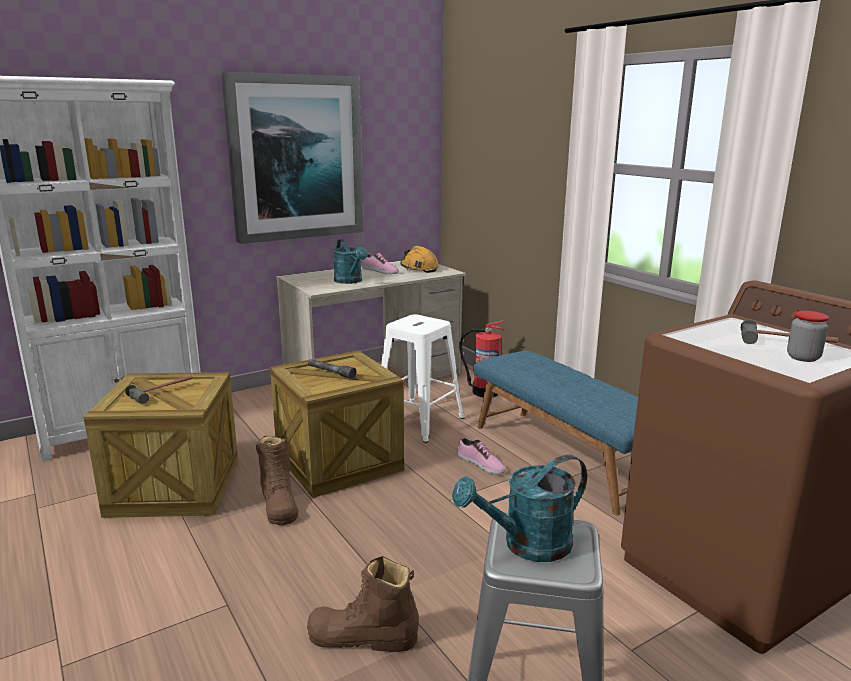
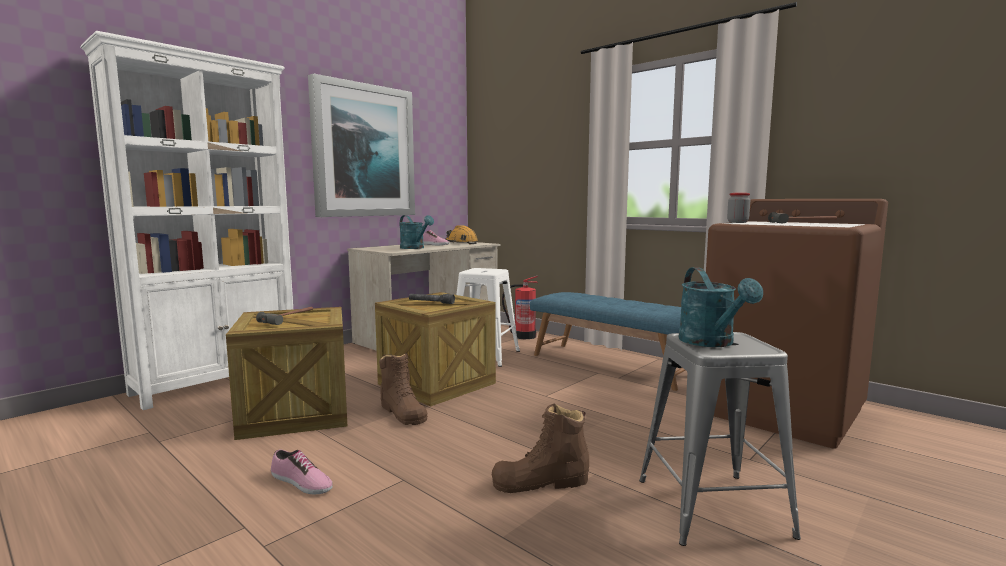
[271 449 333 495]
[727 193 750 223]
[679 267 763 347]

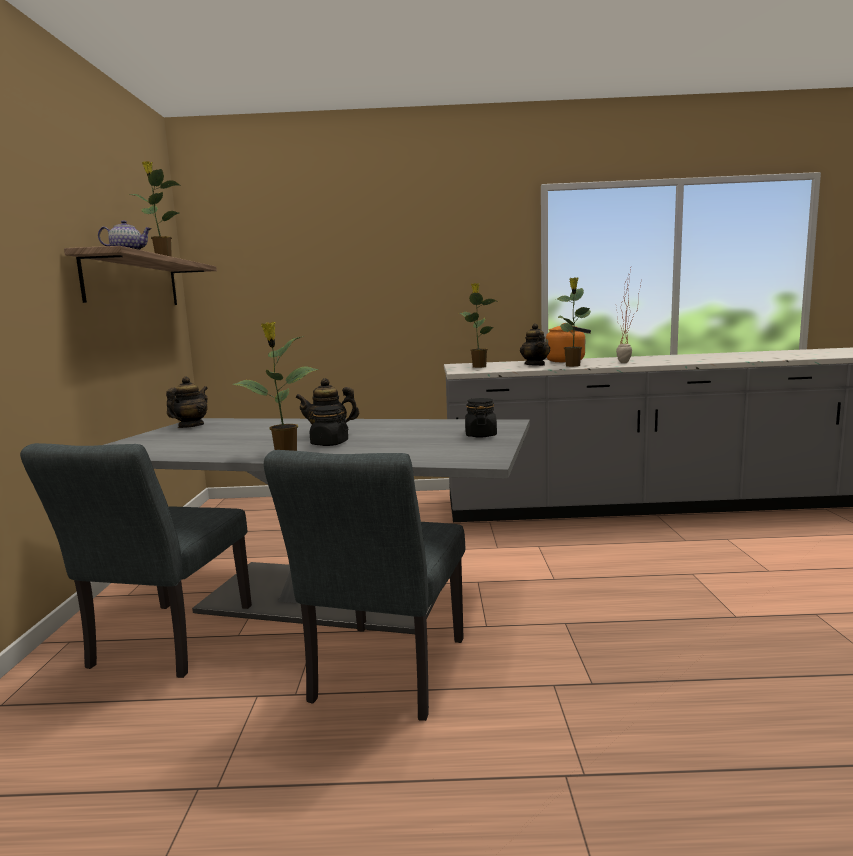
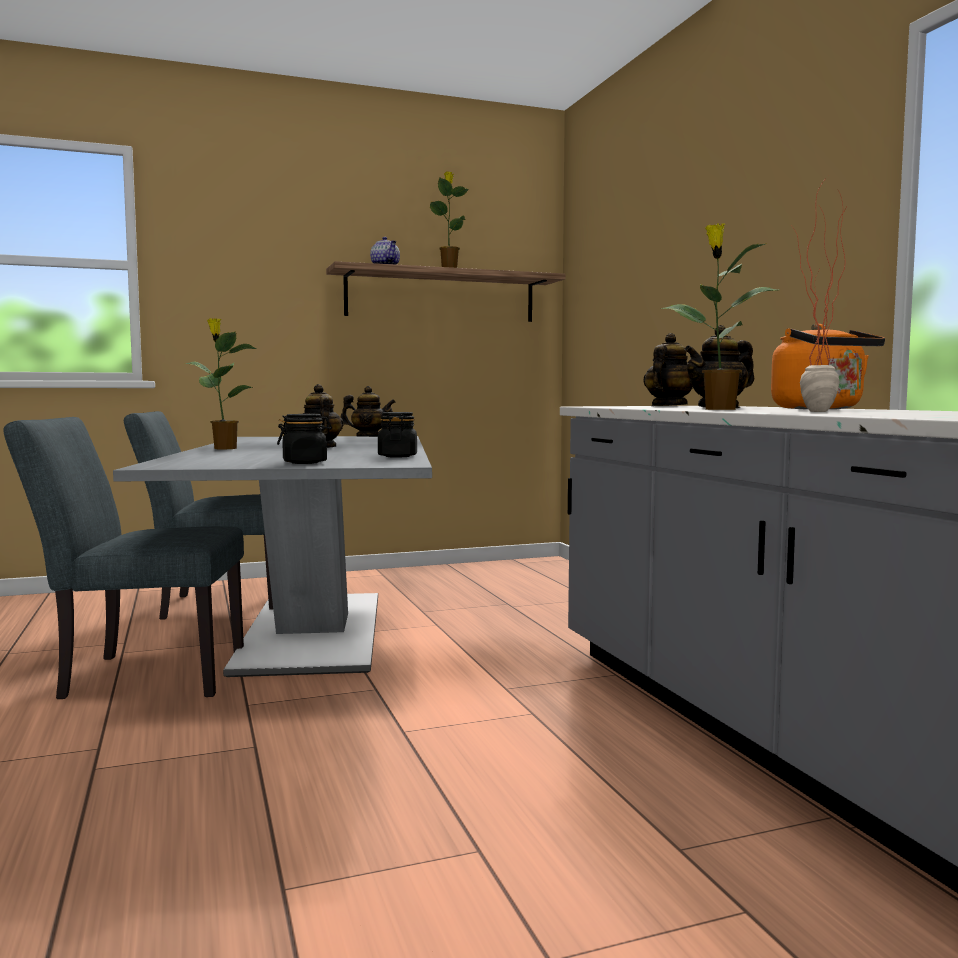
[378 412 417 458]
[643 333 693 406]

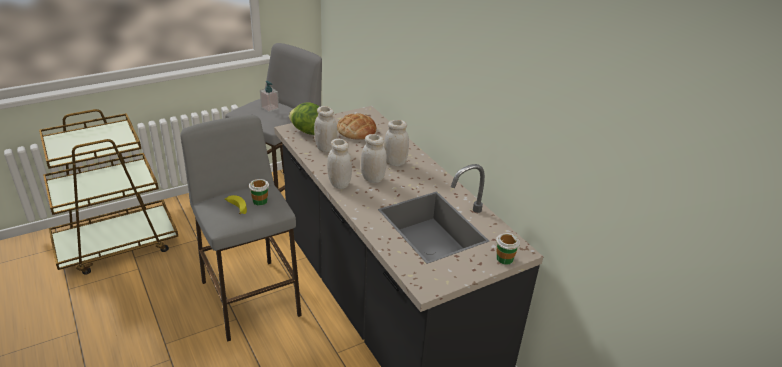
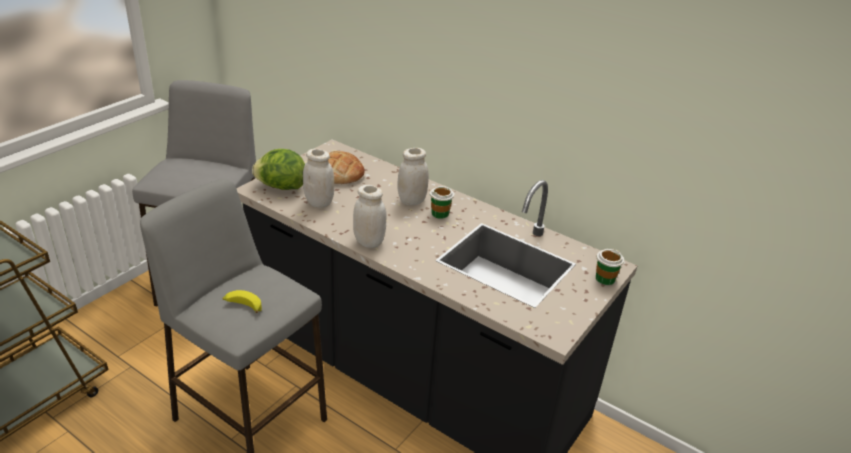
[260 81 279 112] (first image)
[361 134 387 183] (first image)
[430 186 454 219]

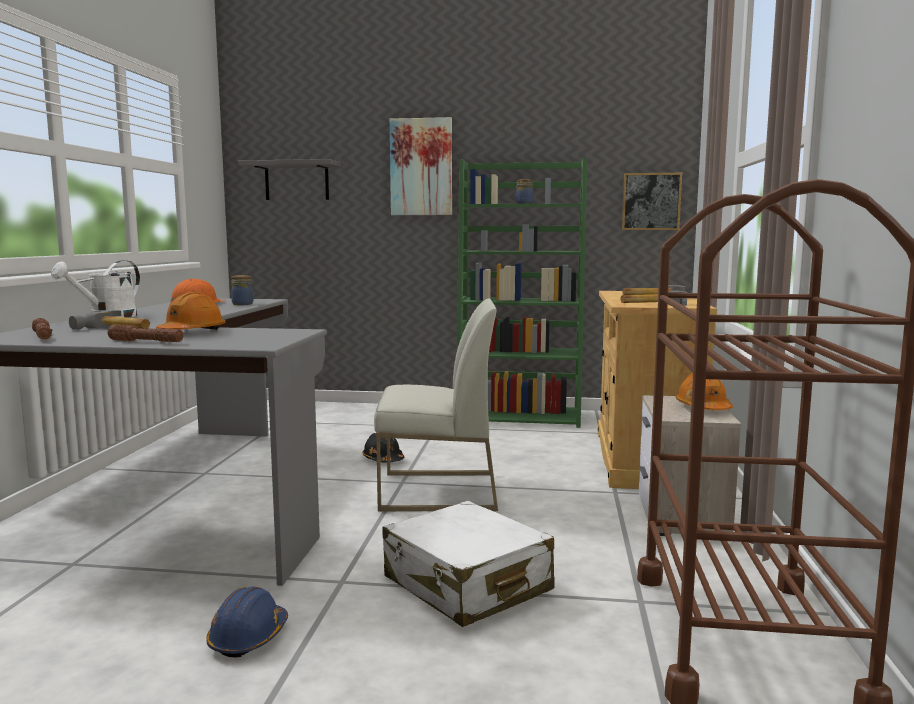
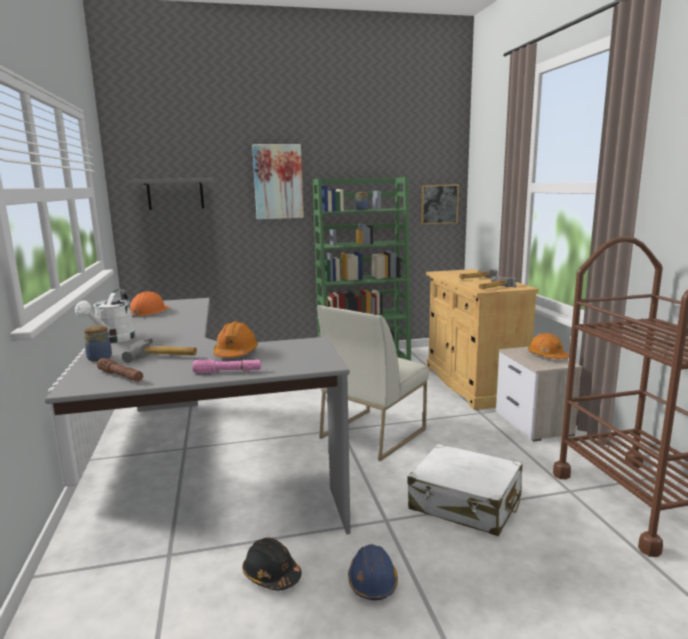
[84 326 112 362]
[242 537 302 591]
[192 360 261 373]
[317 305 429 461]

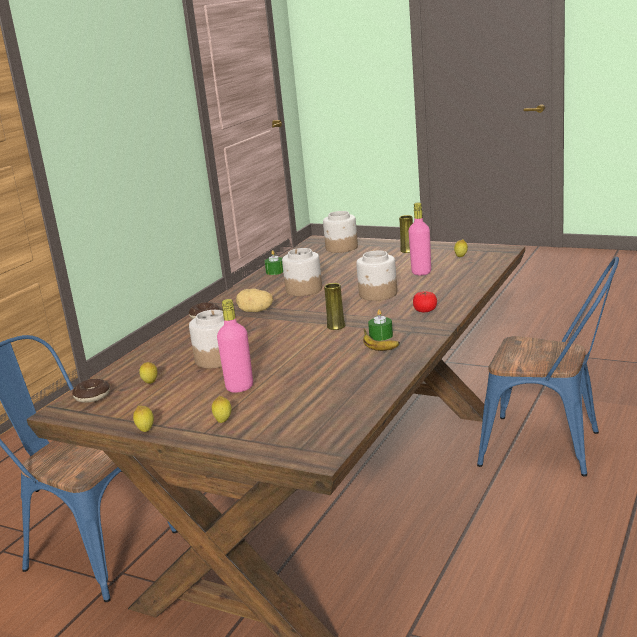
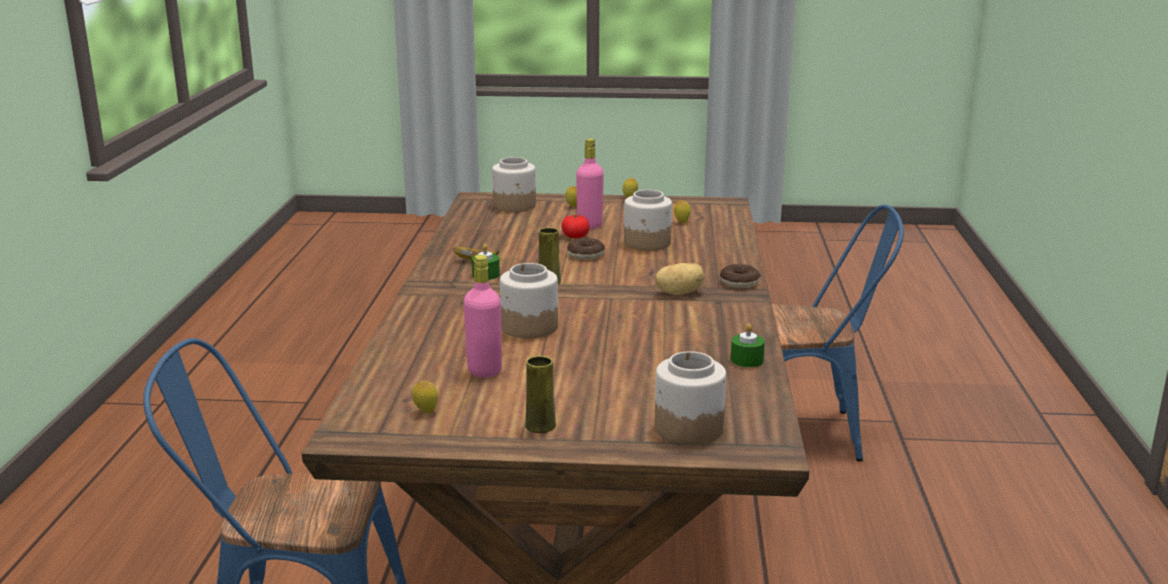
[567 238 605 260]
[492 157 536 212]
[562 214 590 238]

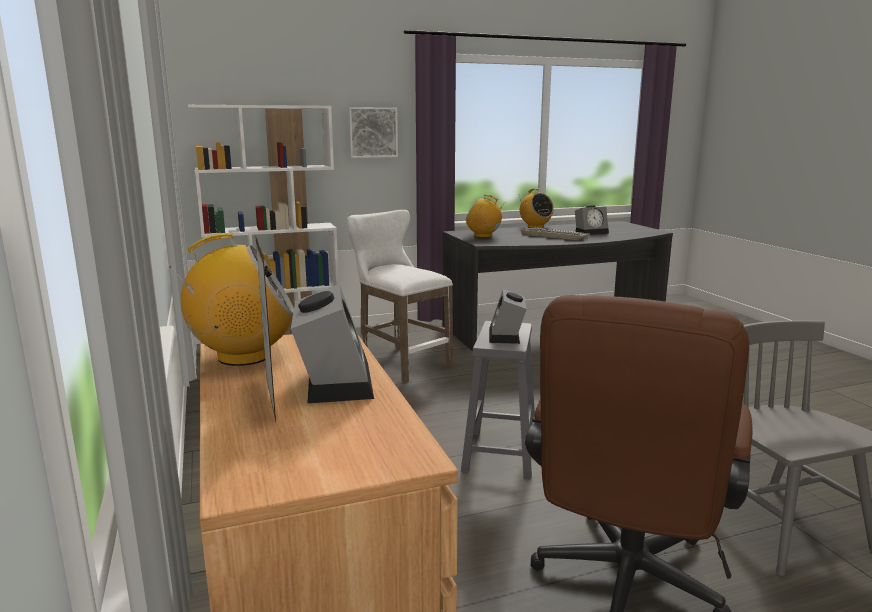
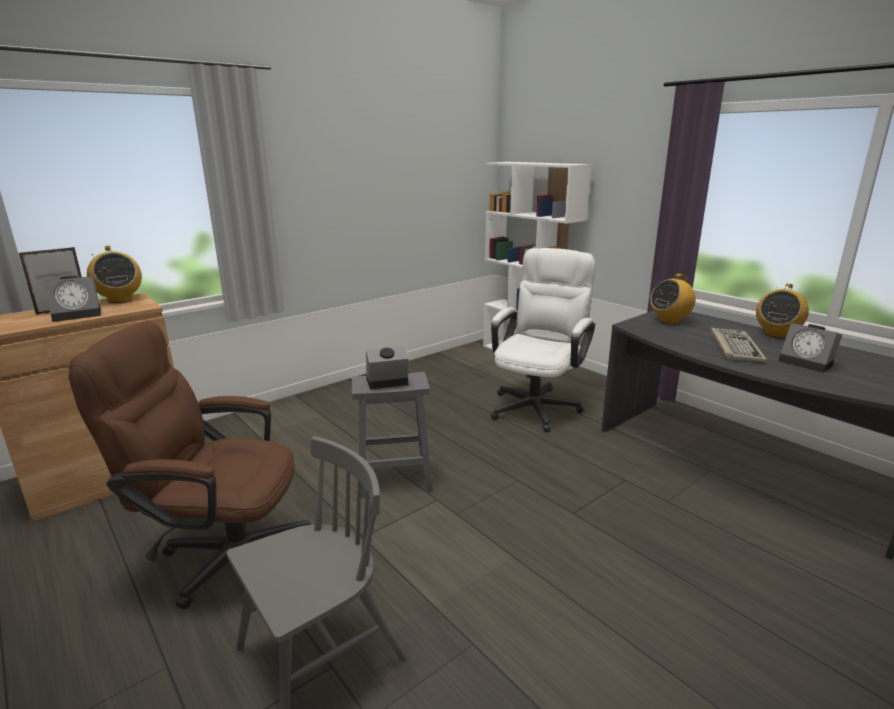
[348 107 398 158] (first image)
[490 248 596 432]
[650 274 696 325]

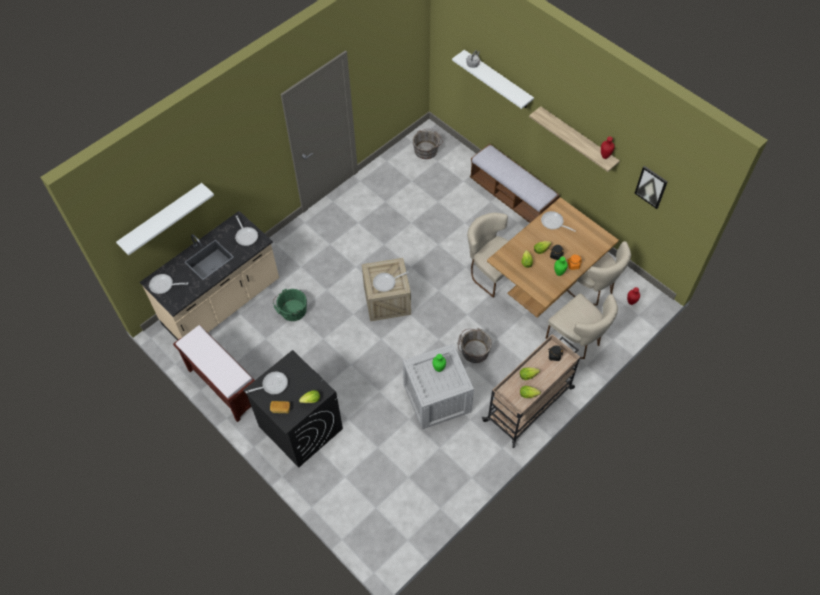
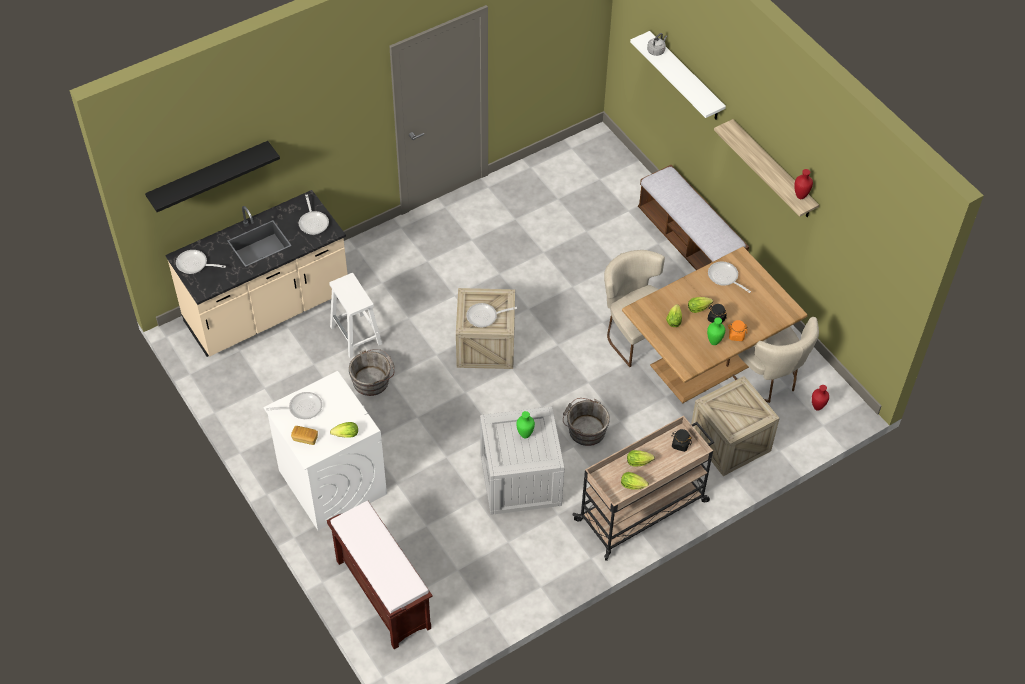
[634 166 668 209] (first image)
[327 501 433 649]
[349 349 395 396]
[329 273 382 358]
[691 376 780 476]
[145 141 280 212]
[264 371 387 530]

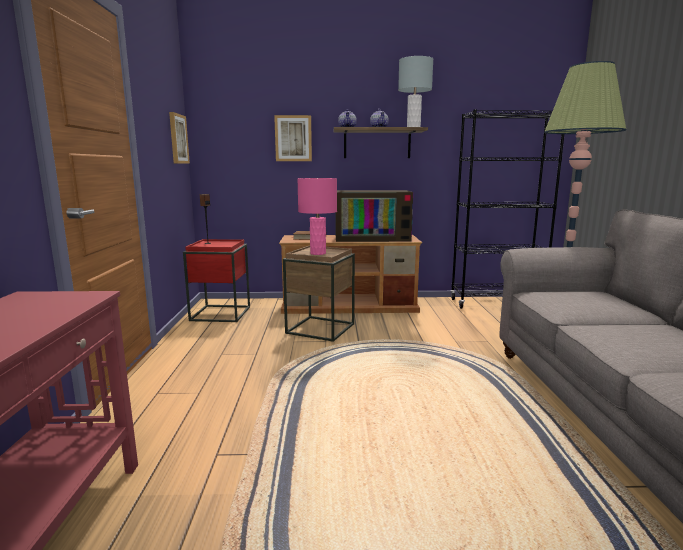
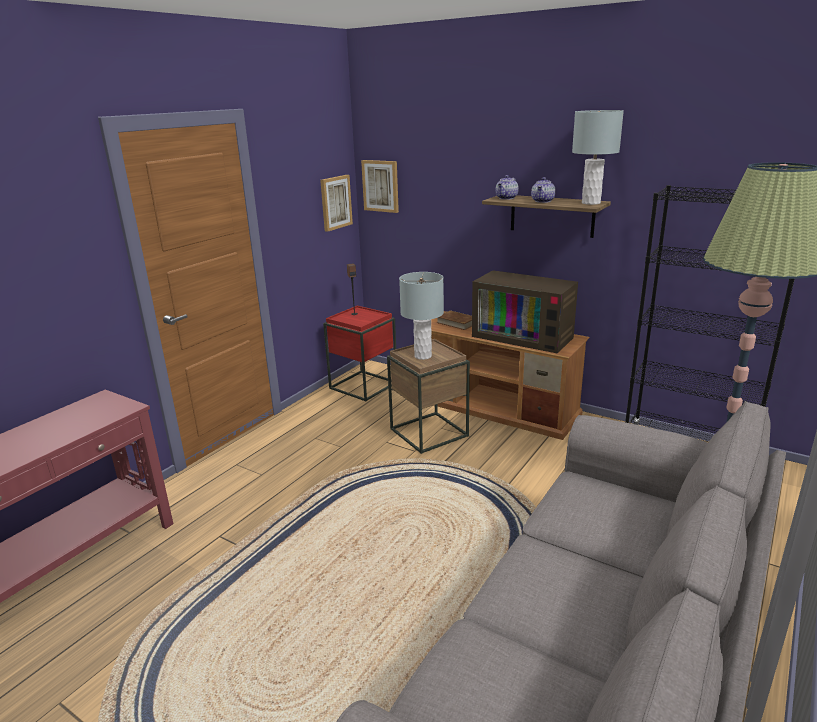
[361 160 399 213]
[399 272 444 360]

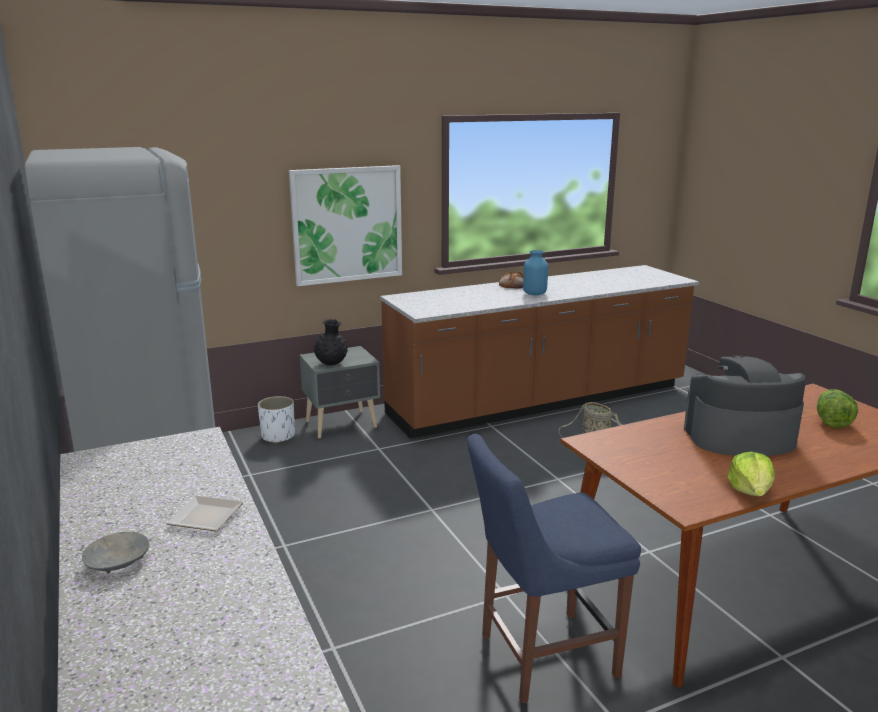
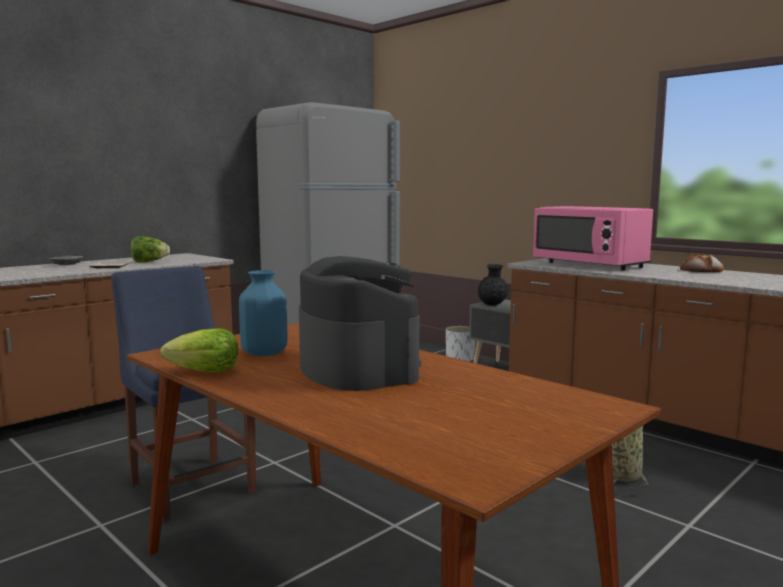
[289 165 402 286] (first image)
[533 206 653 271]
[239 270 287 356]
[131 236 170 263]

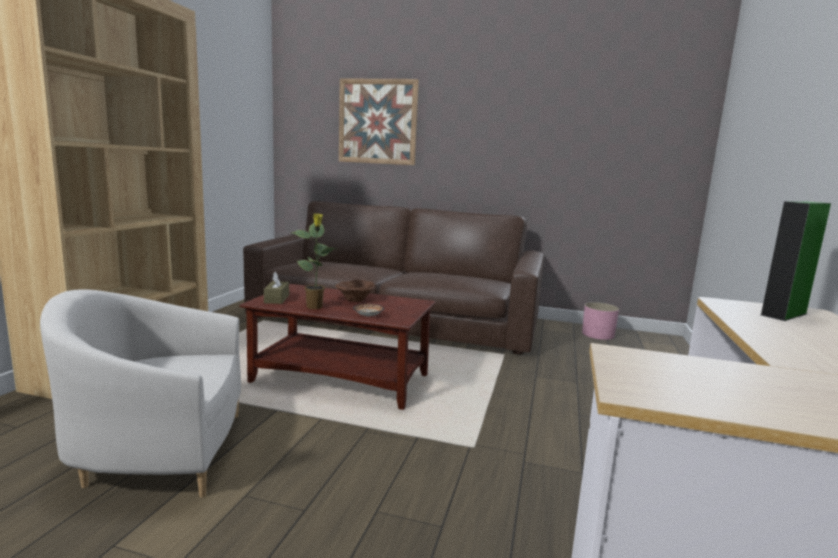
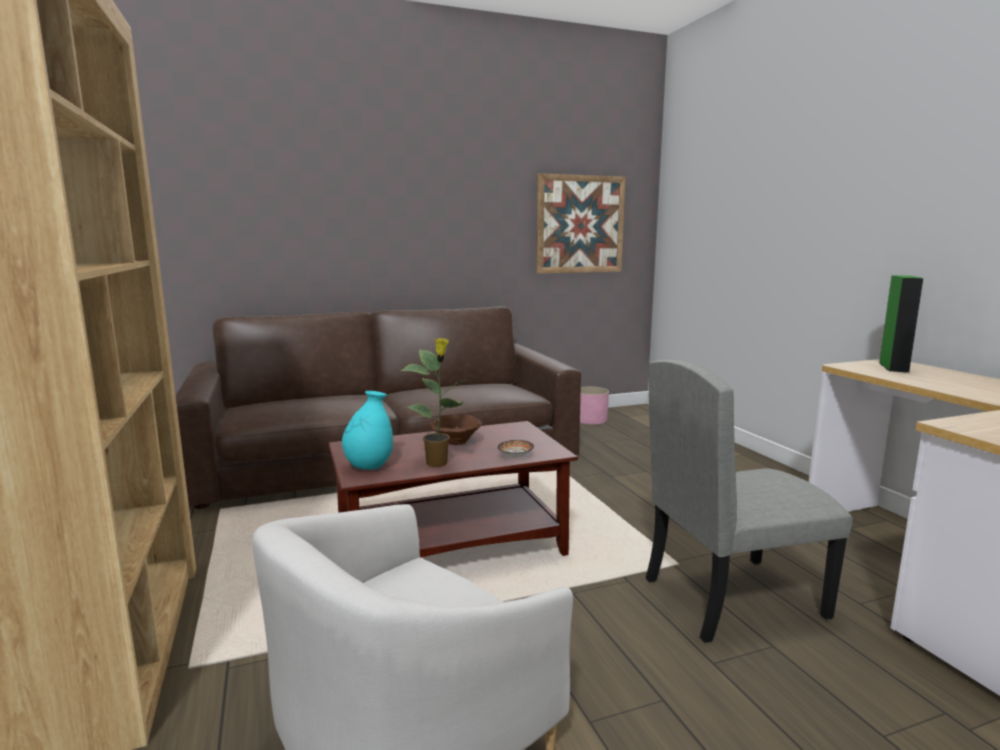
[646 360 853 643]
[536 173 625 273]
[342 391 393 470]

